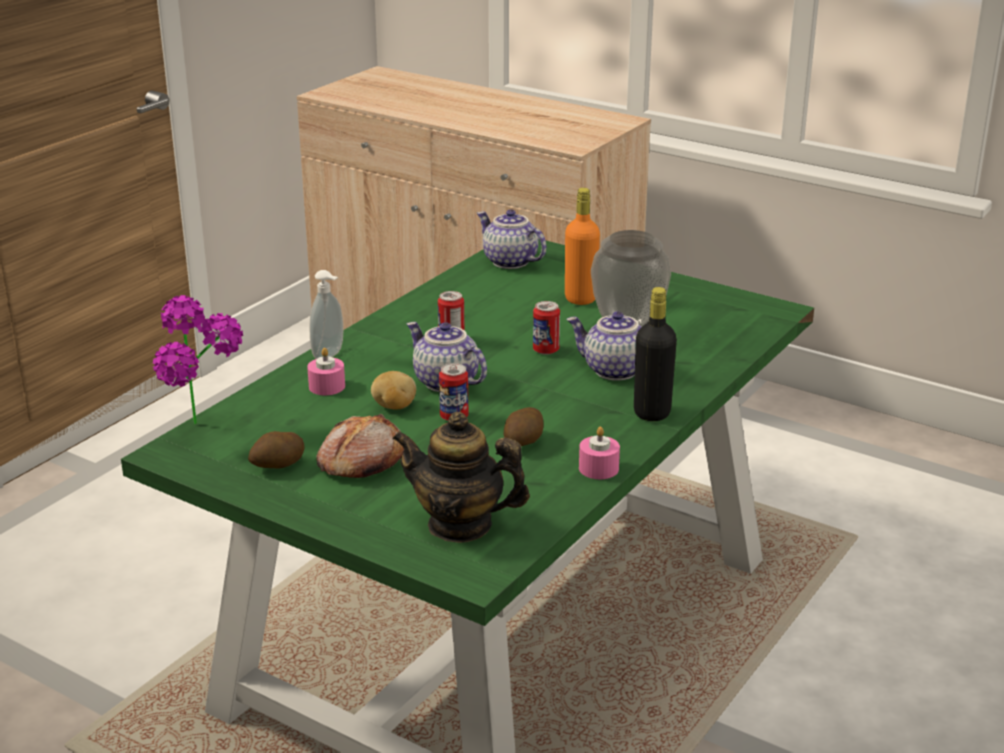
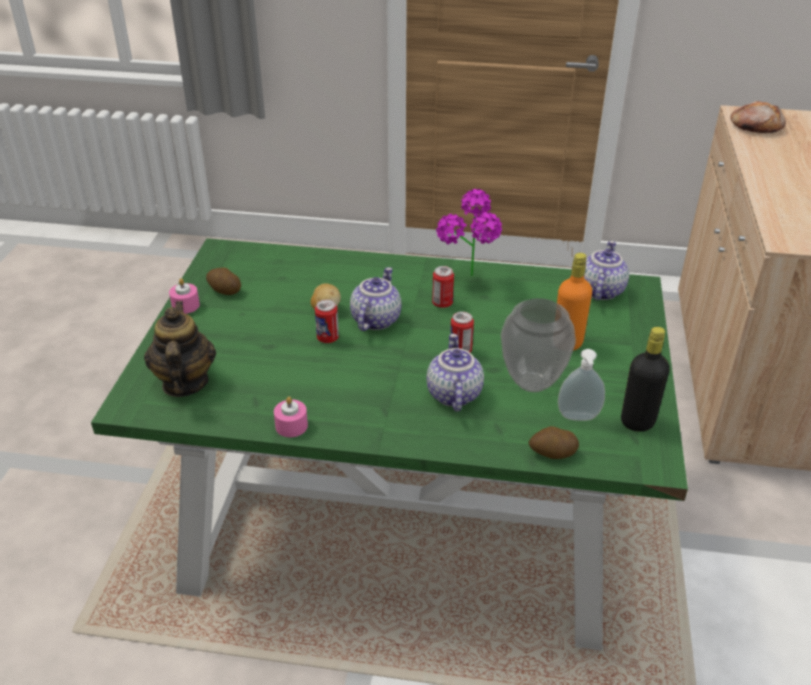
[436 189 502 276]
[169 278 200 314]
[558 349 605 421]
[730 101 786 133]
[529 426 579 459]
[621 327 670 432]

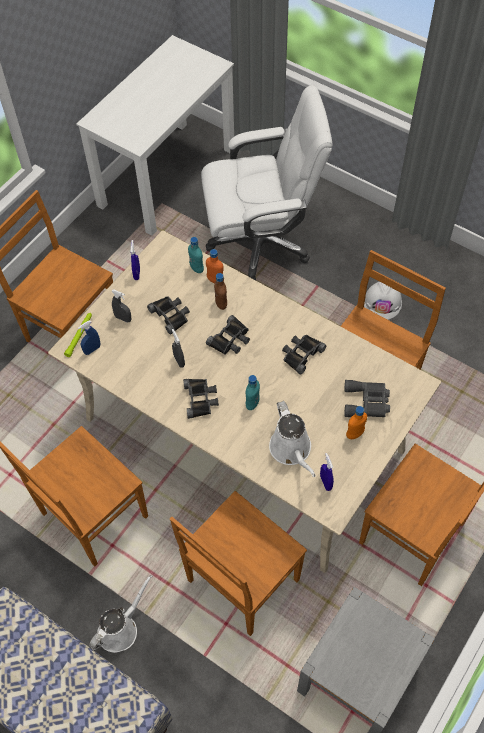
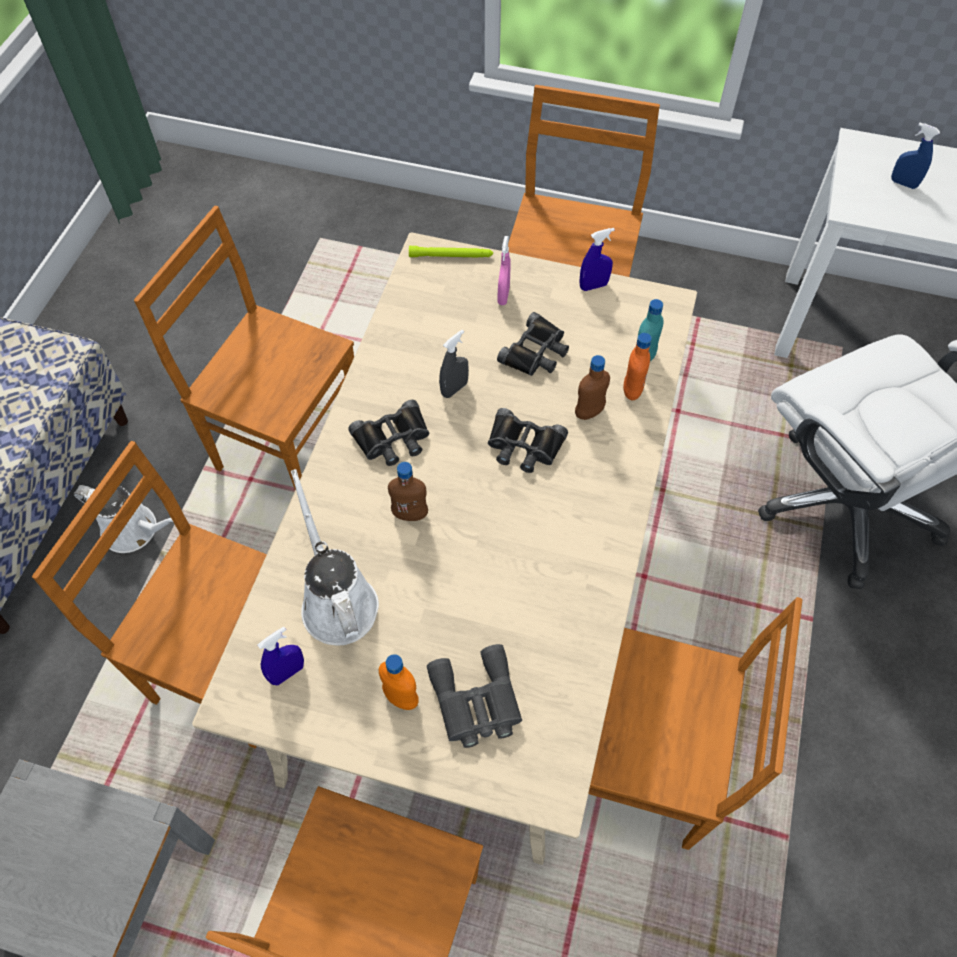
[282 335 326 375] (first image)
[364 282 402 320] (first image)
[891 123 940 189]
[498 236 511 305]
[388 462 428 521]
[291 469 379 645]

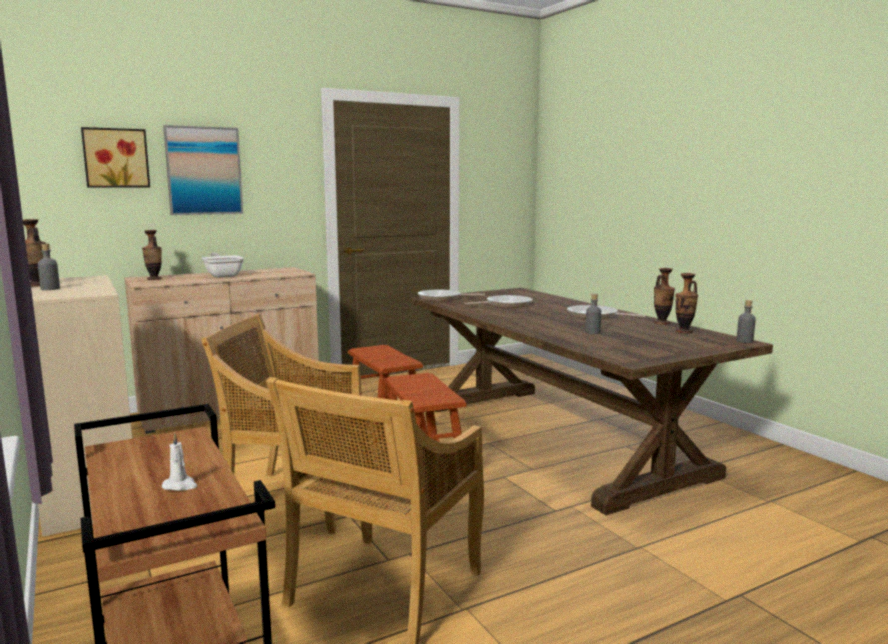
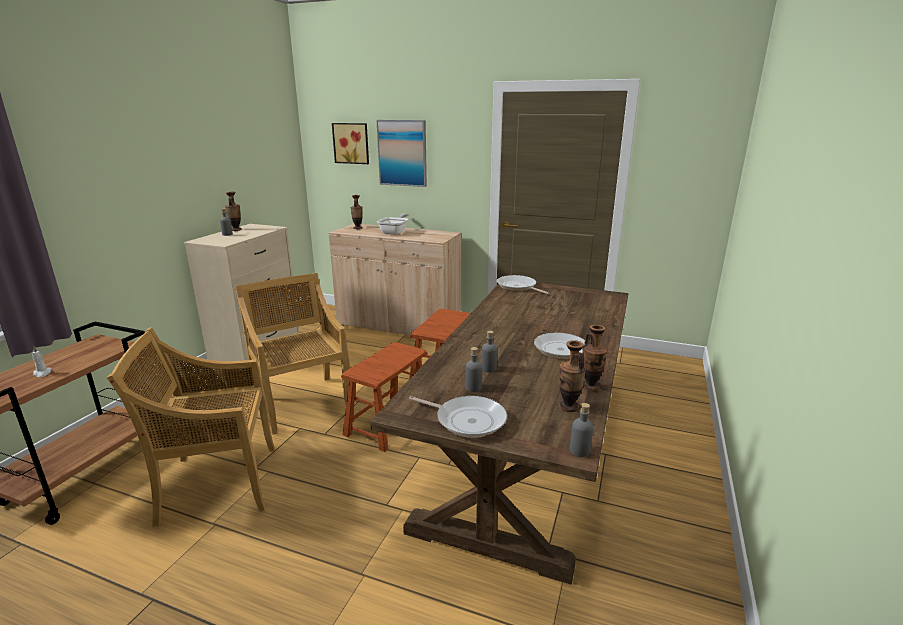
[466 347 482 392]
[409 396 507 438]

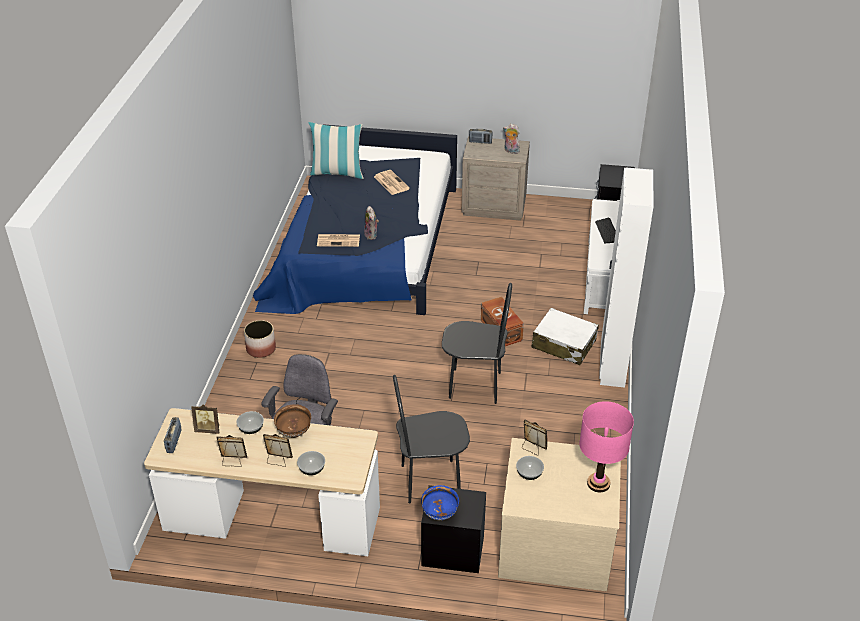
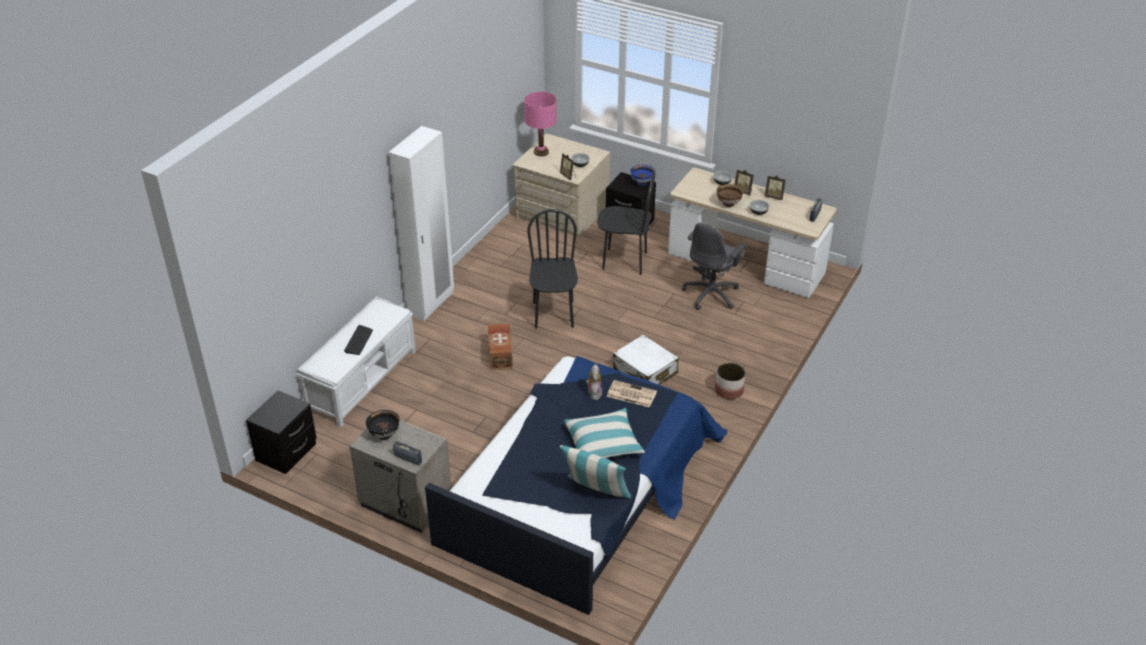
[191 404 219 434] (first image)
[374 170 410 195] (first image)
[564 408 645 458]
[613 335 679 385]
[366 410 399 440]
[527 209 578 329]

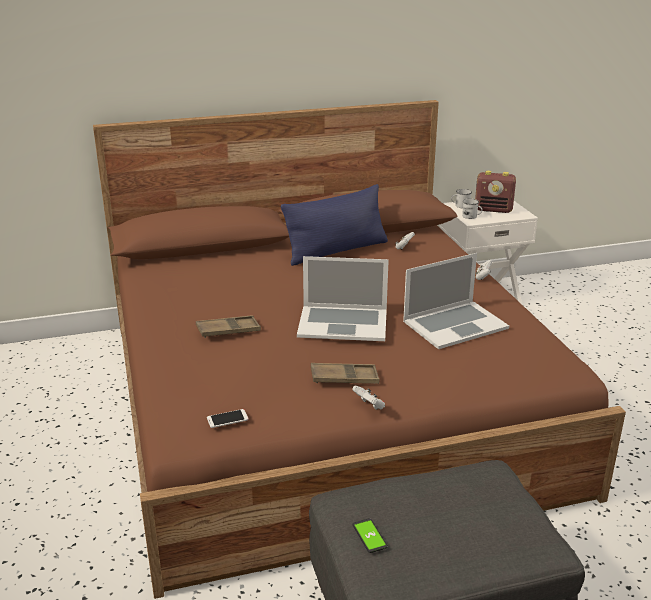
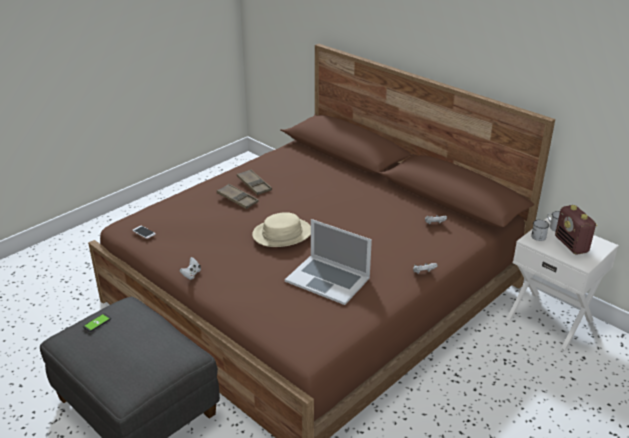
[281 184 388 266] (first image)
[237 169 272 195]
[252 212 311 247]

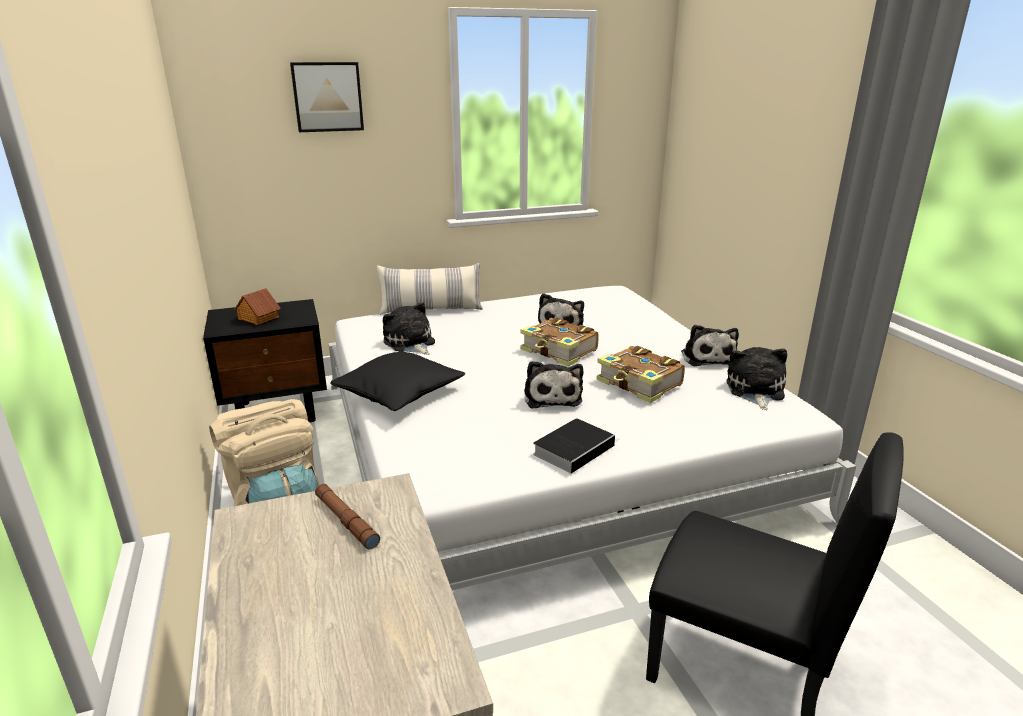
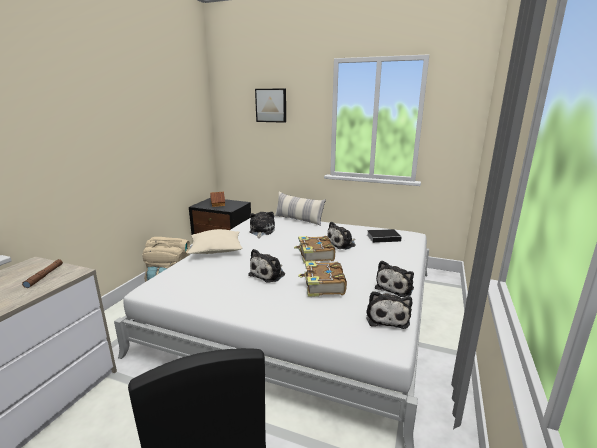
[367 229 406 243]
[187 229 242 254]
[366 291 412 329]

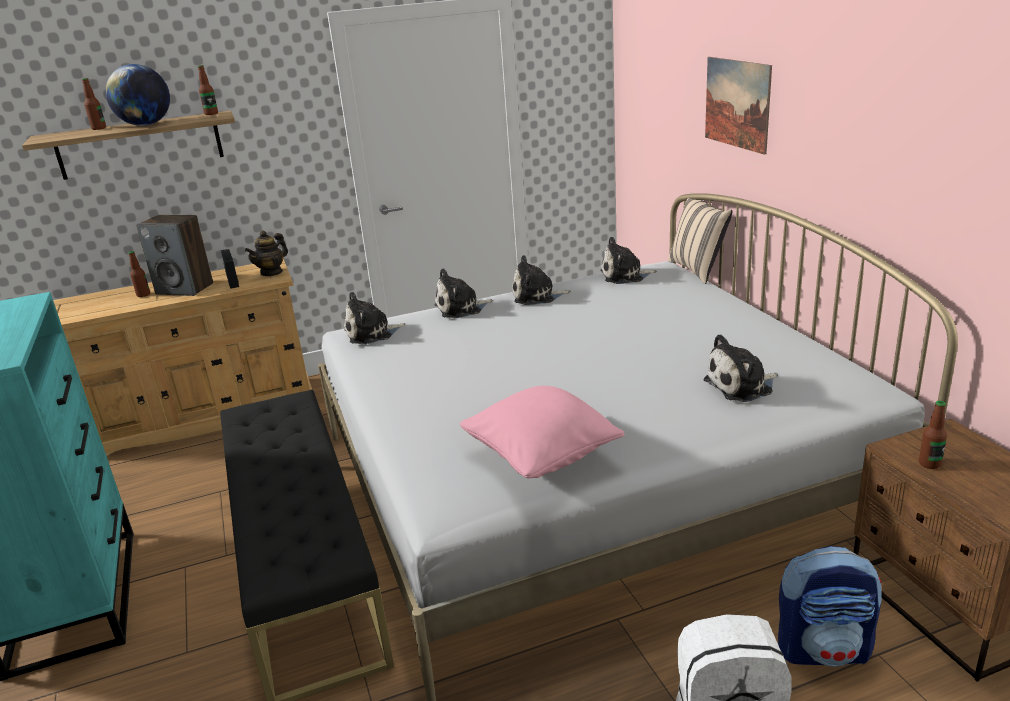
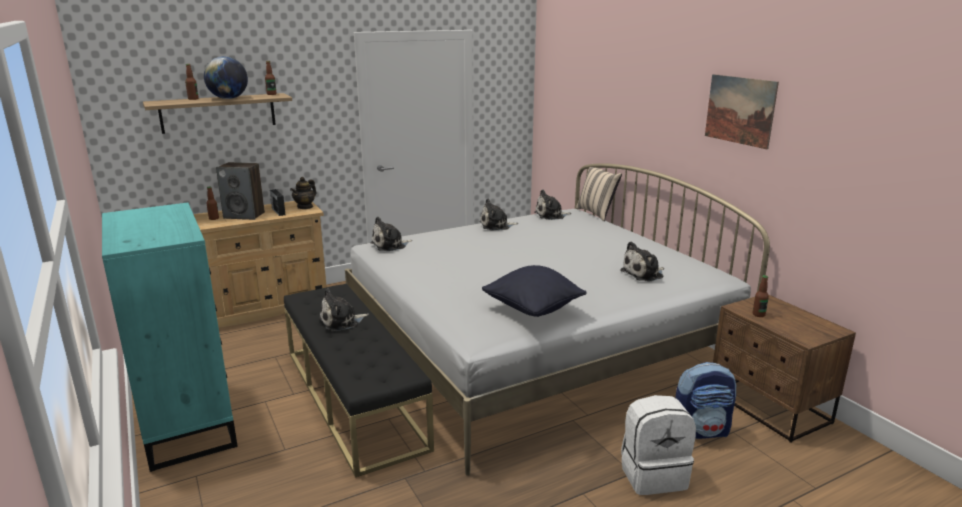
[319 289 369 331]
[705 74 779 149]
[482 265 587 317]

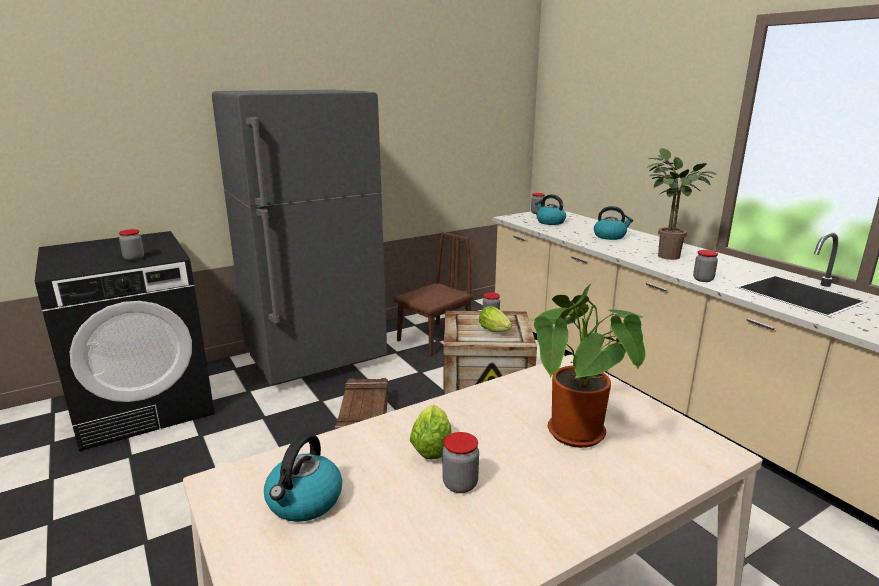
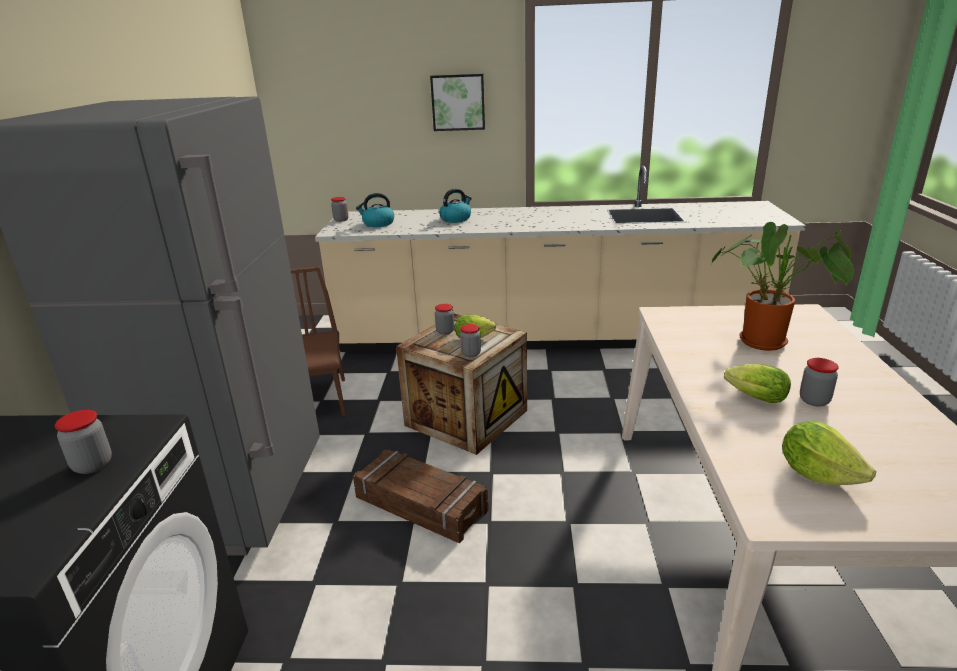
[647 148 717 260] (first image)
[430 74 485 131]
[460 324 481 357]
[782 420 876 485]

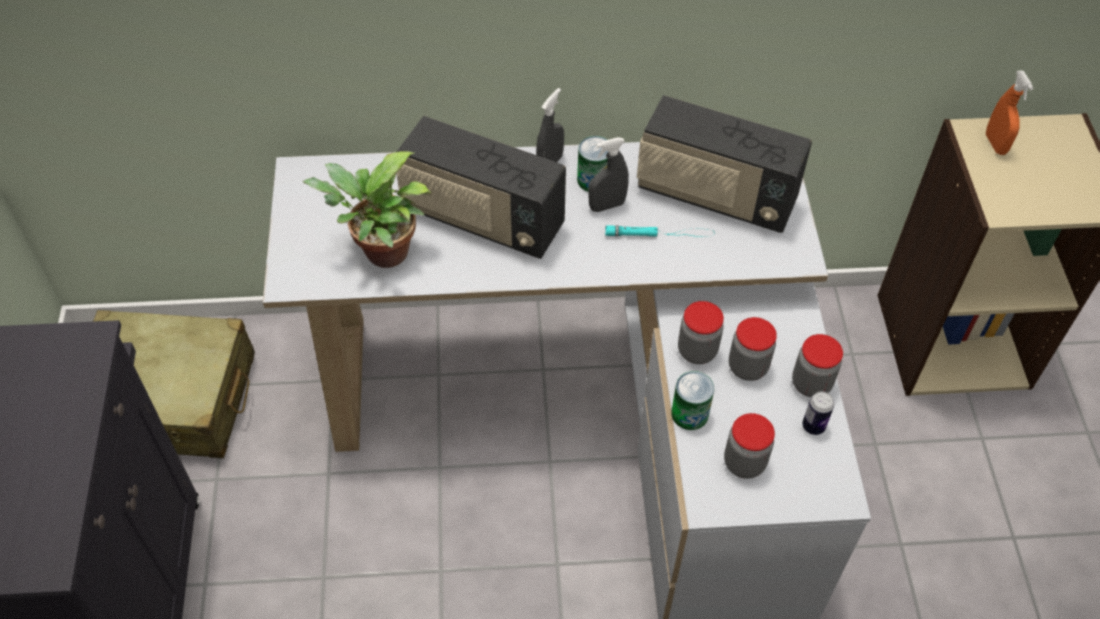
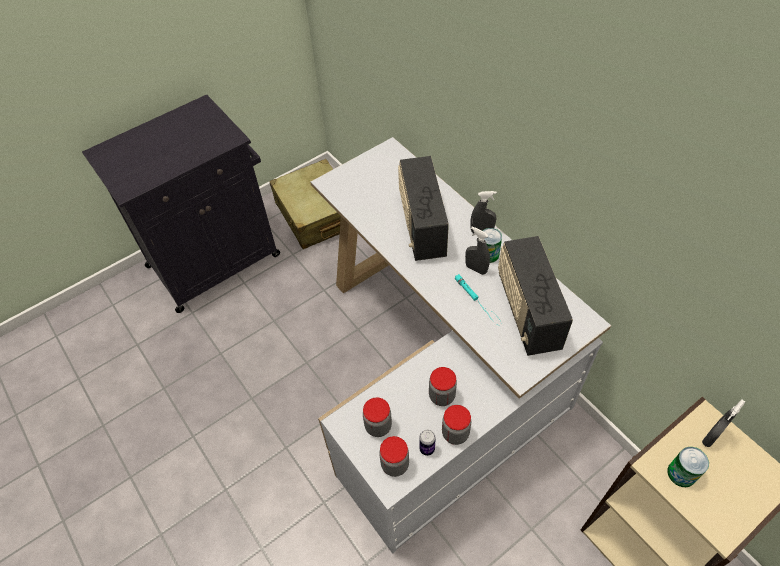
[303 151 432 268] (first image)
[667 447 709 487]
[379 436 409 477]
[702 399 745 447]

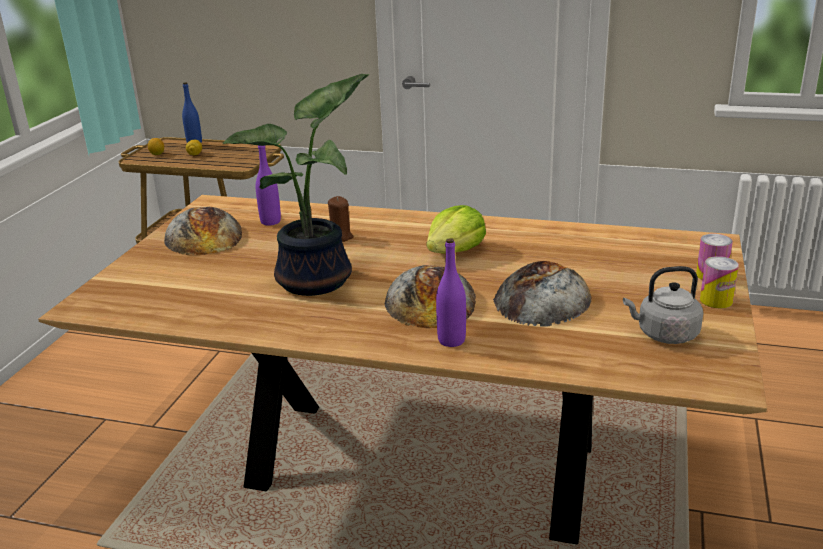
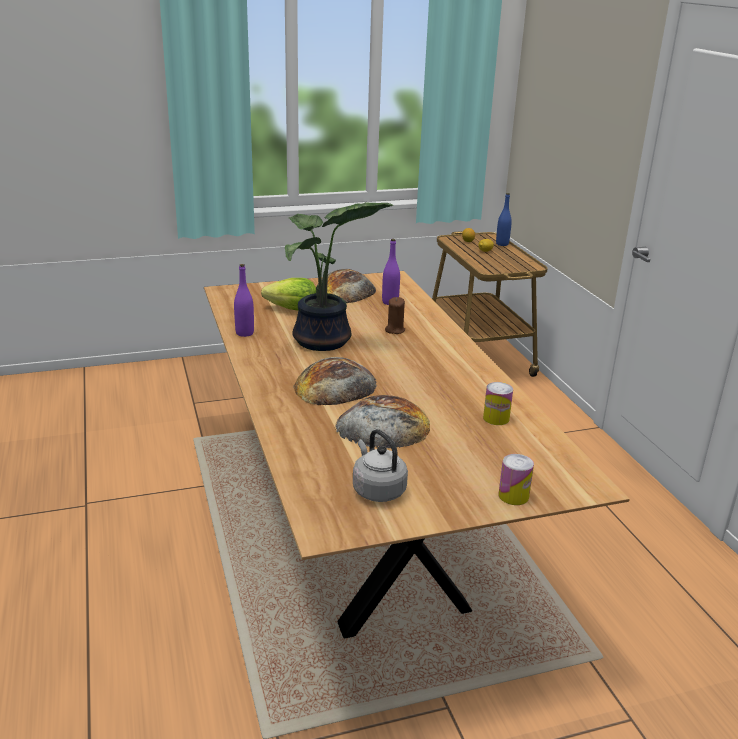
[261 278 316 310]
[234 264 254 337]
[483 382 513 425]

